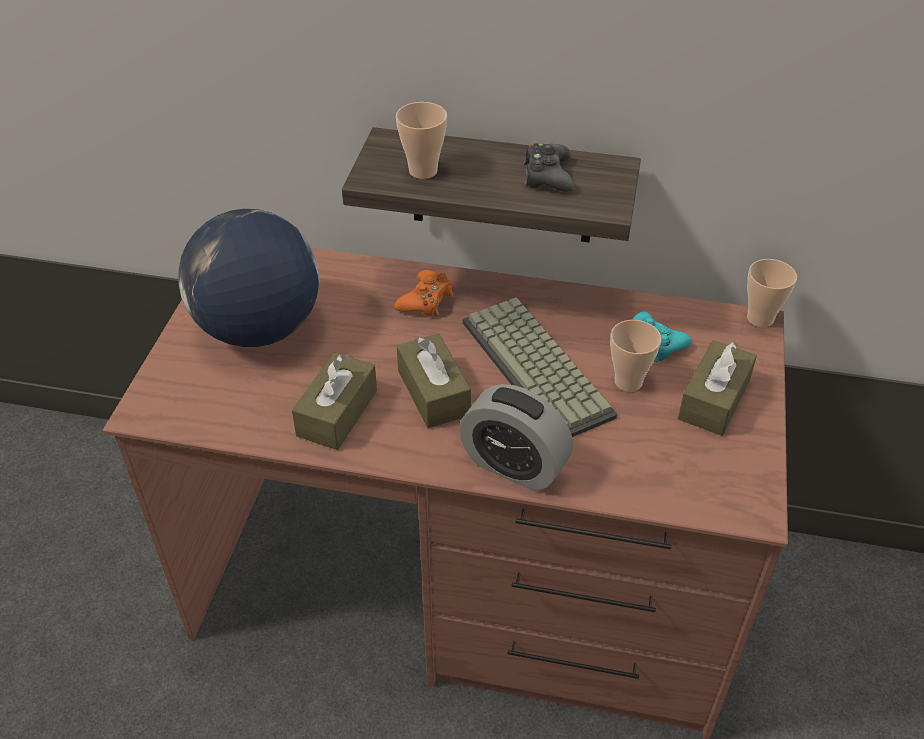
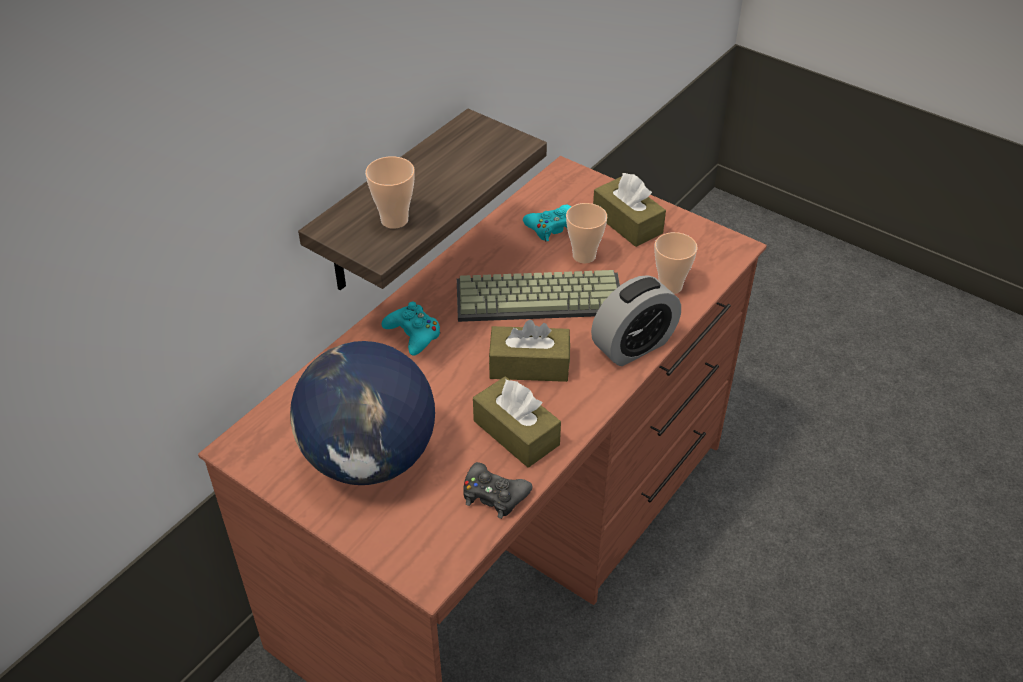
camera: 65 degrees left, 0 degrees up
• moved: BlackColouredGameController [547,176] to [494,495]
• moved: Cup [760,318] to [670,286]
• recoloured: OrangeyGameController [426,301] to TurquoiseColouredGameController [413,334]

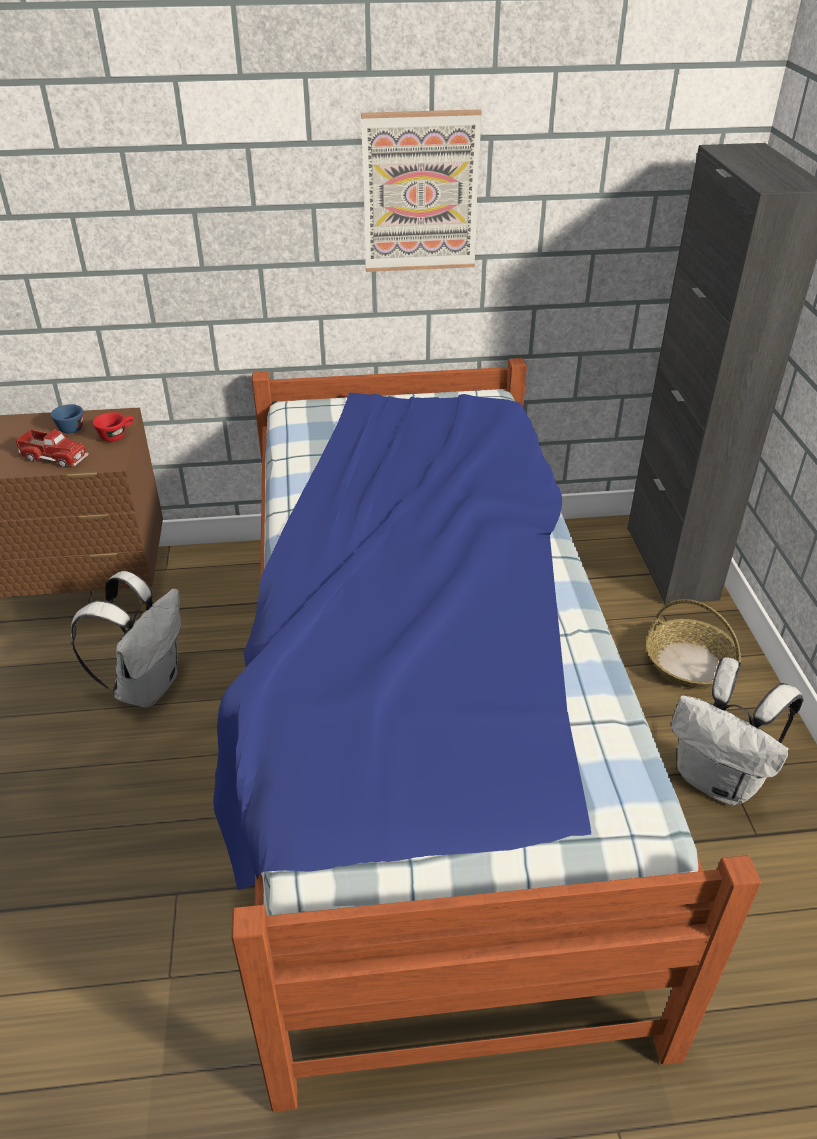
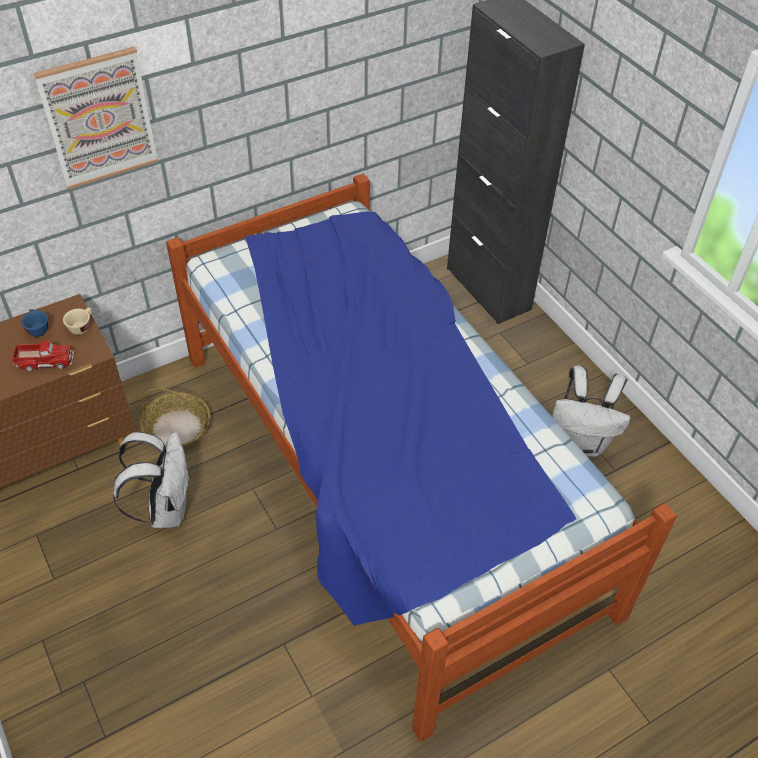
camera: 25 degrees left, 10 degrees up
• moved: WallPicture [420,192] to [99,118]
• moved: Basket [690,663] to [177,428]
• recoloured: ReddishCup [117,435] to BeigeCup [82,326]

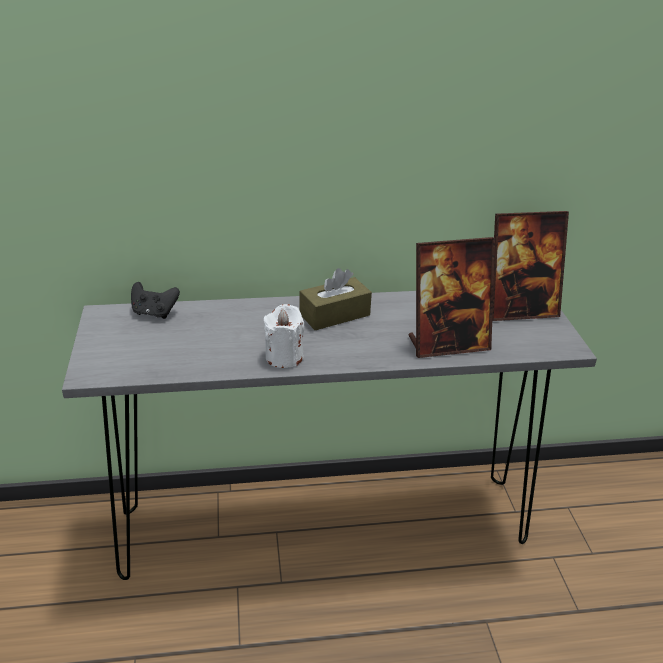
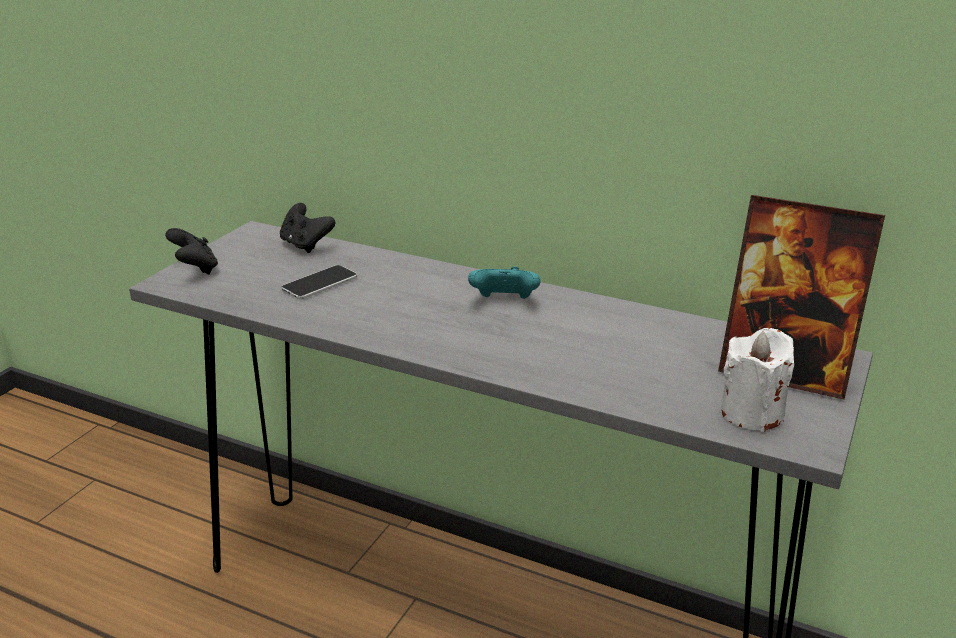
camera: 35 degrees right, 5 degrees down
• removed: PictureFrame [448,344]
• added: BlackColouredGameController [195,269]
• added: Telephone [320,283]
• moved: WhiteColouredWaxCandle [284,357] to [752,413]
• replaced: BrownishTissueBox [334,315] to TurquoiseColouredGameController [504,302]

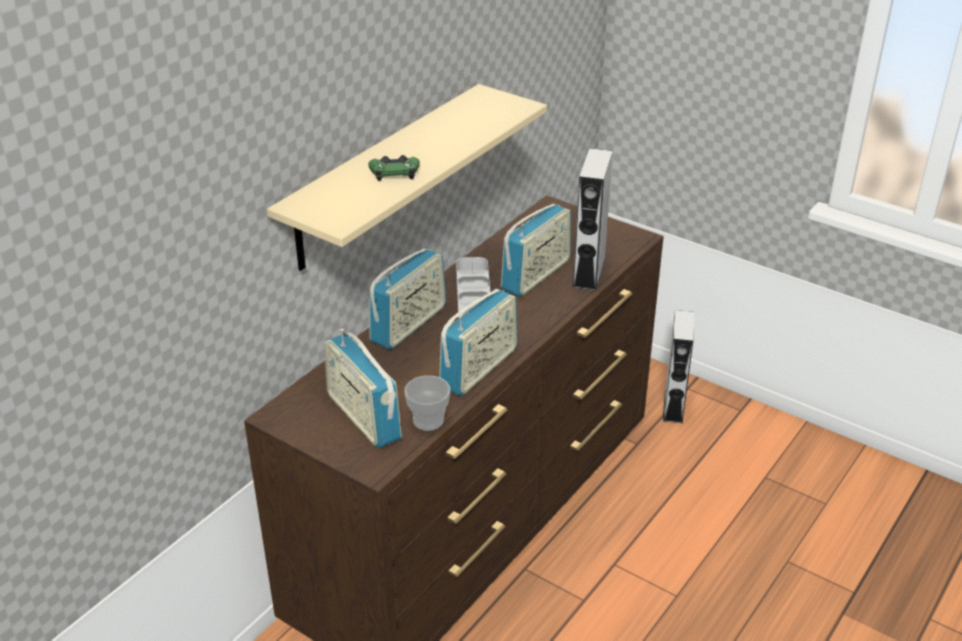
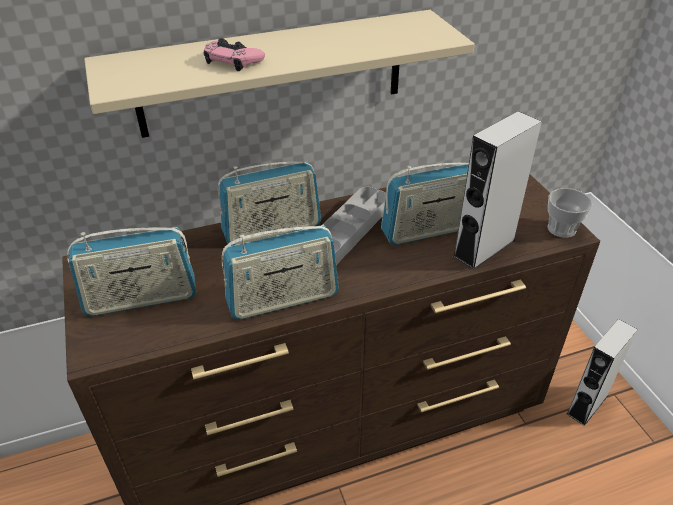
camera: 35 degrees right, 5 degrees up
• moved: Cup [428,420] to [561,229]
• recoloured: GreenishGameController [394,172] to PinkColouredGameController [233,61]
• turned: RadioReceiver [363,417] = [141,299] 105 degrees counterclockwise

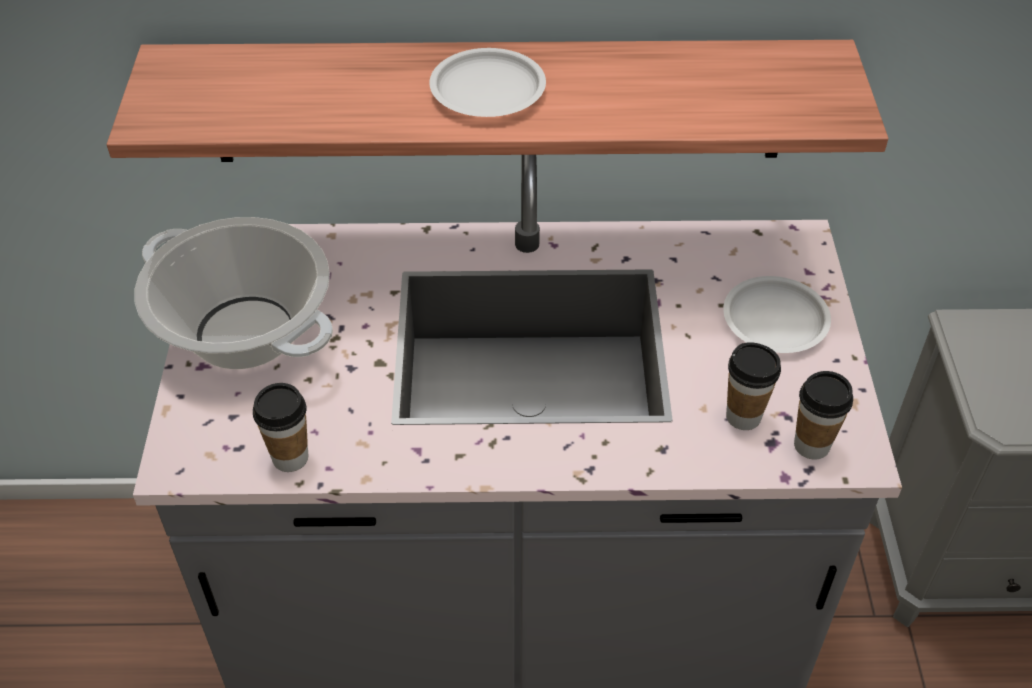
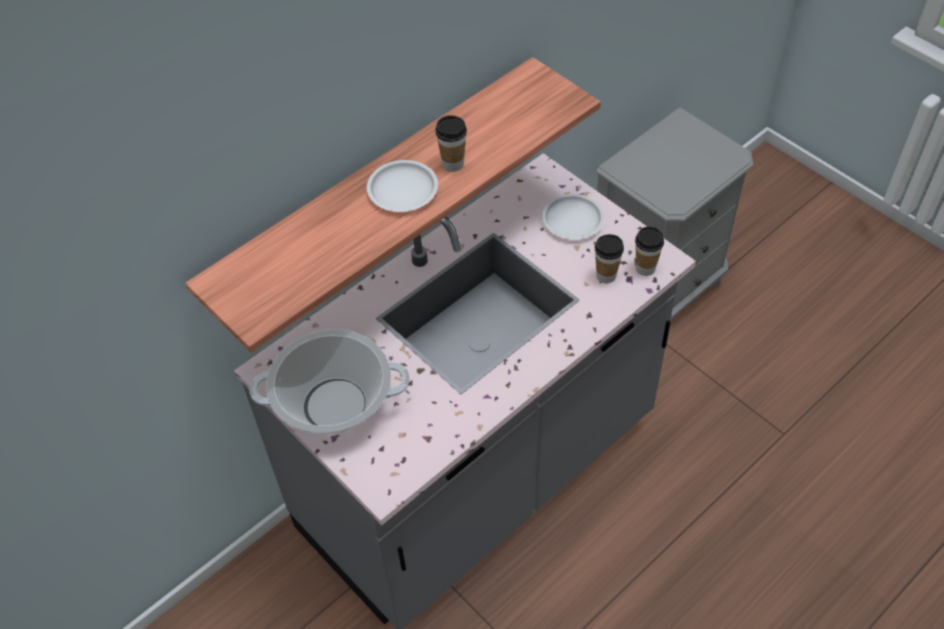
camera: 40 degrees left, 5 degrees up
• moved: Cup [290,457] to [453,164]

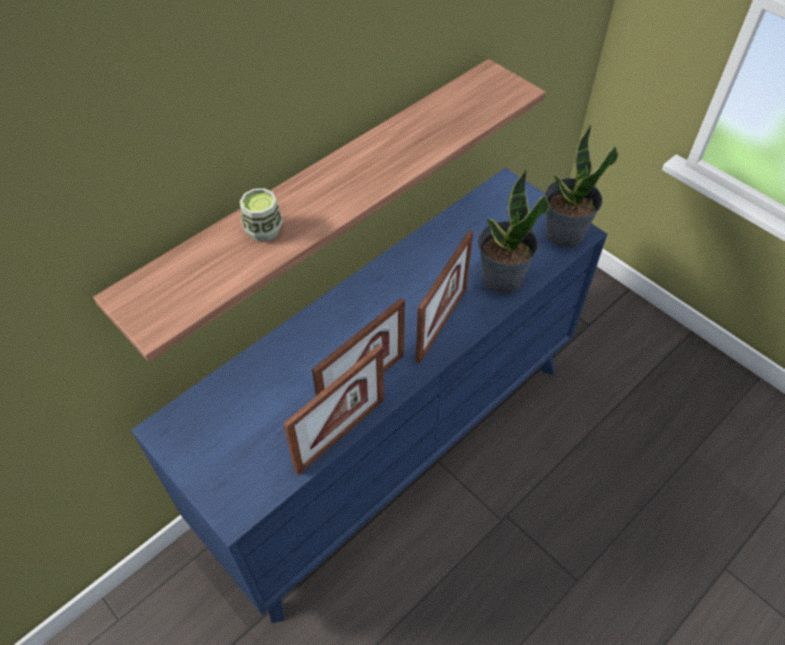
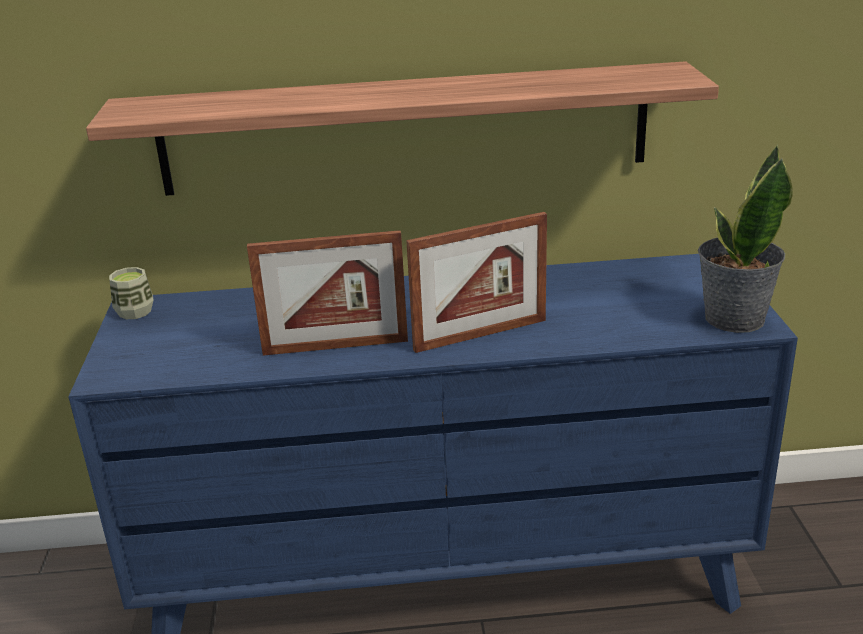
camera: 40 degrees right, 25 degrees down
• removed: PictureFrame [340,435]
• removed: Houseplant [501,277]
• moved: Cup [264,230] to [135,312]

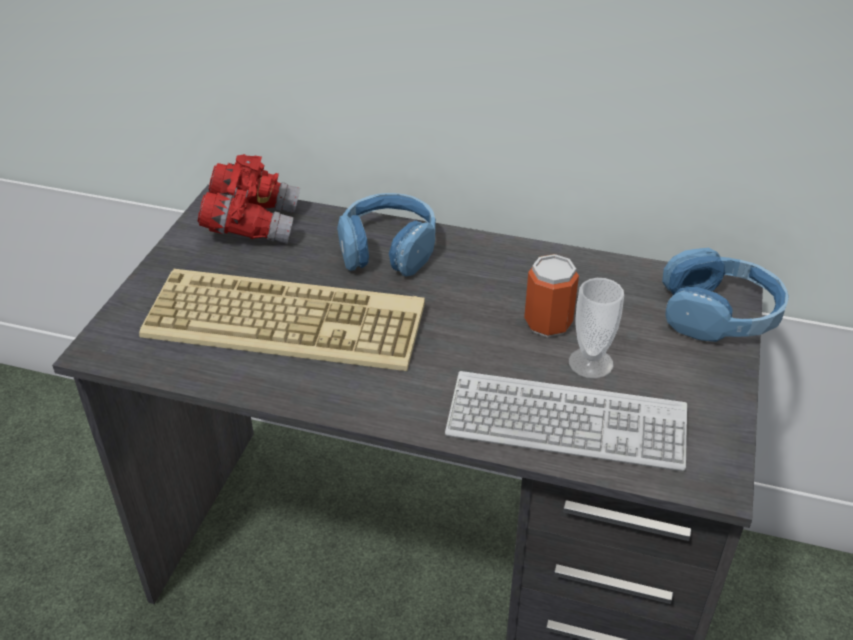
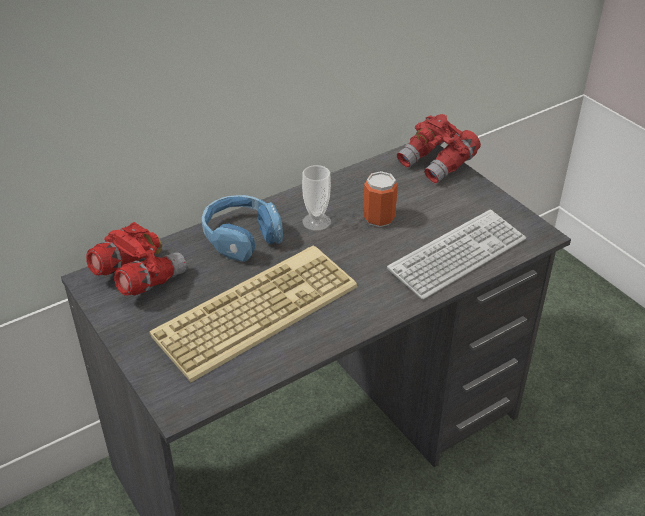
camera: 50 degrees left, 0 degrees up
• moved: Cup [590,363] to [316,222]
• replaced: BlueColouredHeadset [719,314] to ReddishPairOfBinoculars [437,164]

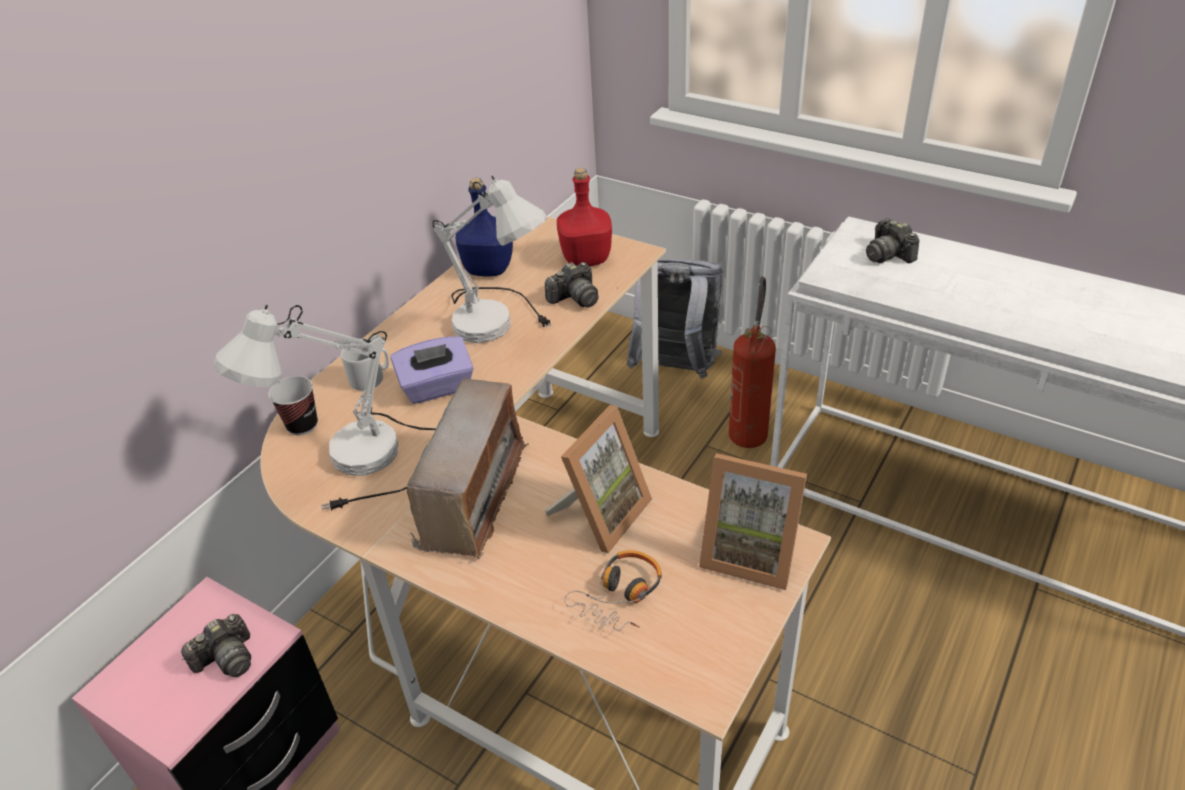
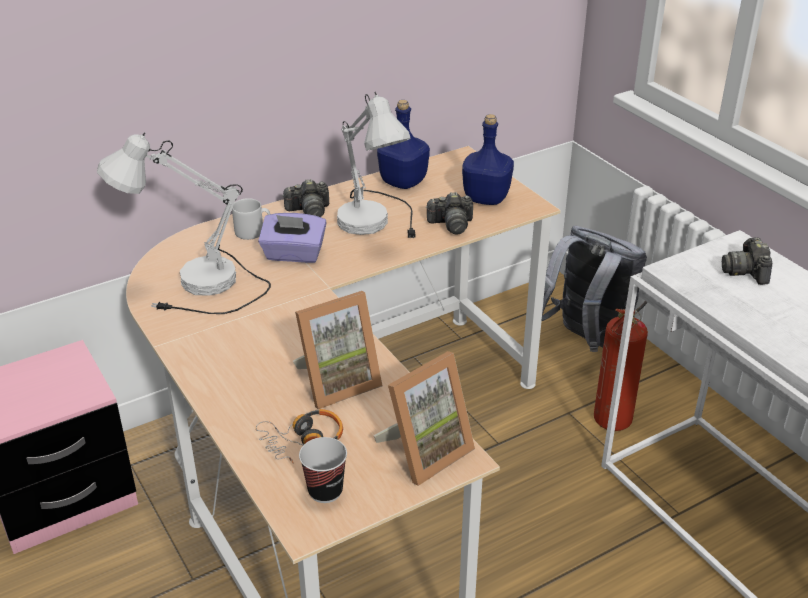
camera: 25 degrees right, 5 degrees down
• removed: RadioReceiver [474,495]
• moved: StillCamera [227,658] to [309,211]
• moved: Cup [302,425] to [325,491]
• recoloured: ReddishDrinkBottle [587,259] to BlueColouredDrinkBottle [487,198]
• turned: PictureFrame [750,552] = [424,451] 90 degrees counterclockwise

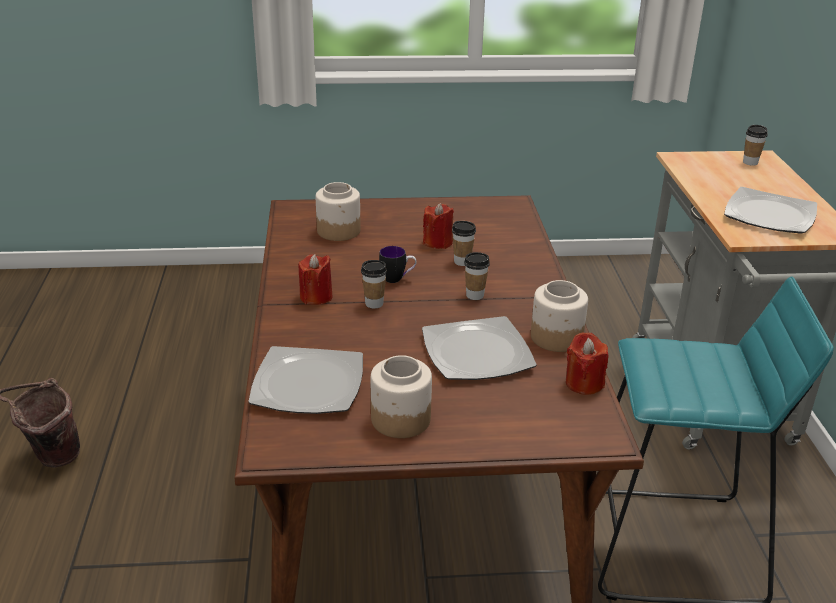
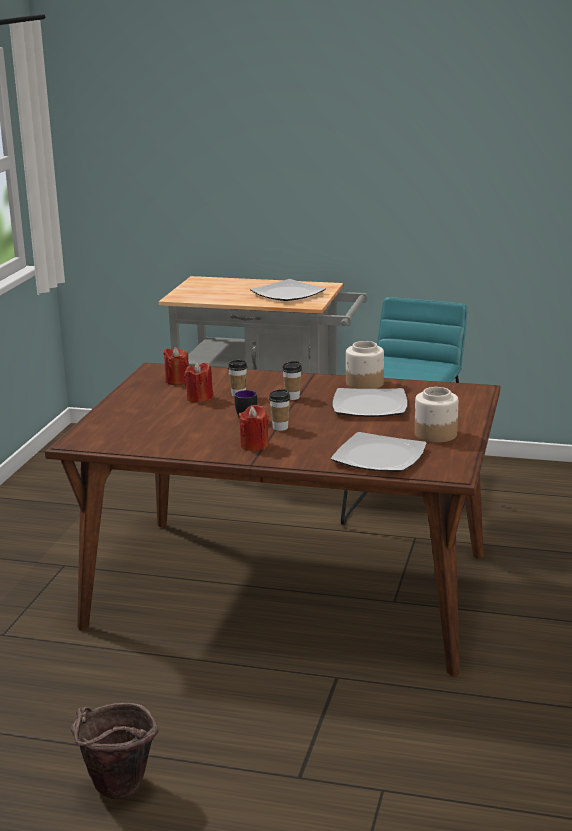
camera: 70 degrees left, 10 degrees down
• removed: Jar [339,231]
• removed: Cup [750,162]
• moved: ReddishWaxCandle [584,383] to [177,381]

